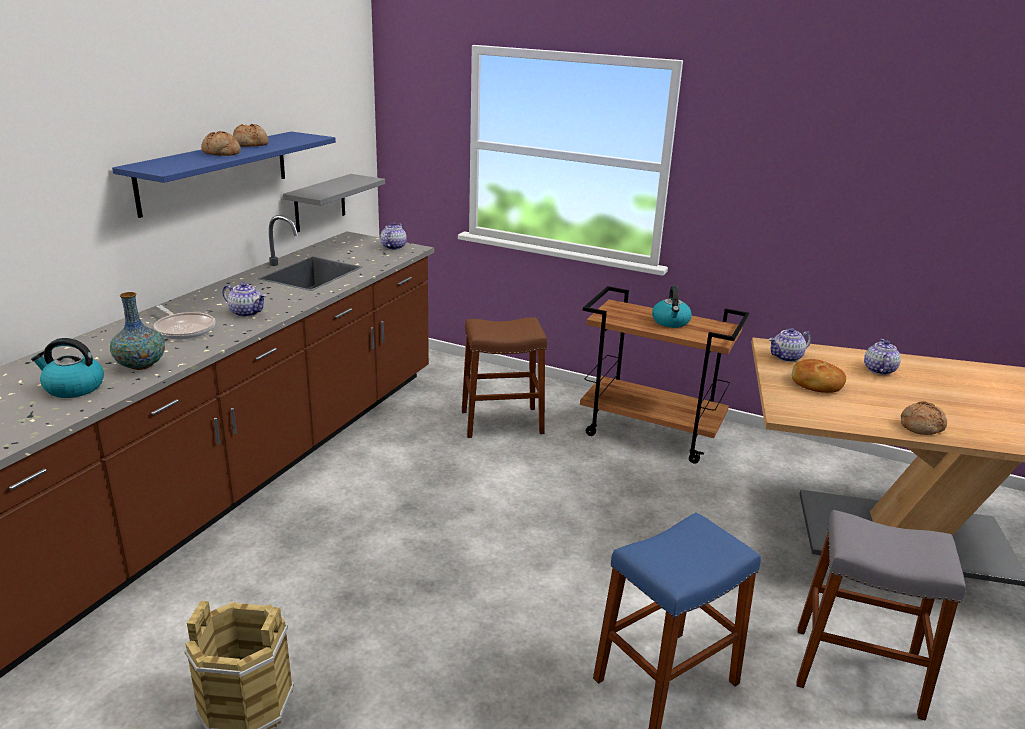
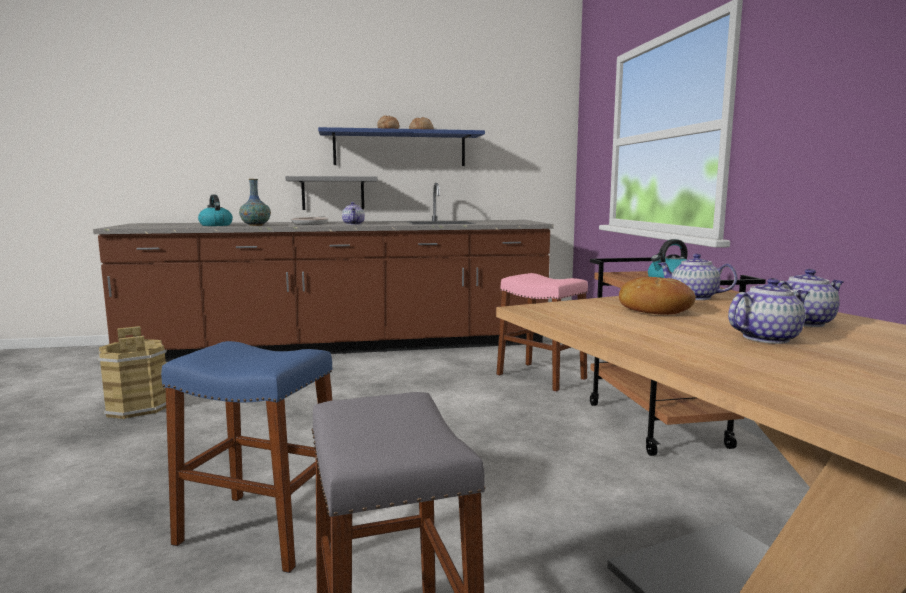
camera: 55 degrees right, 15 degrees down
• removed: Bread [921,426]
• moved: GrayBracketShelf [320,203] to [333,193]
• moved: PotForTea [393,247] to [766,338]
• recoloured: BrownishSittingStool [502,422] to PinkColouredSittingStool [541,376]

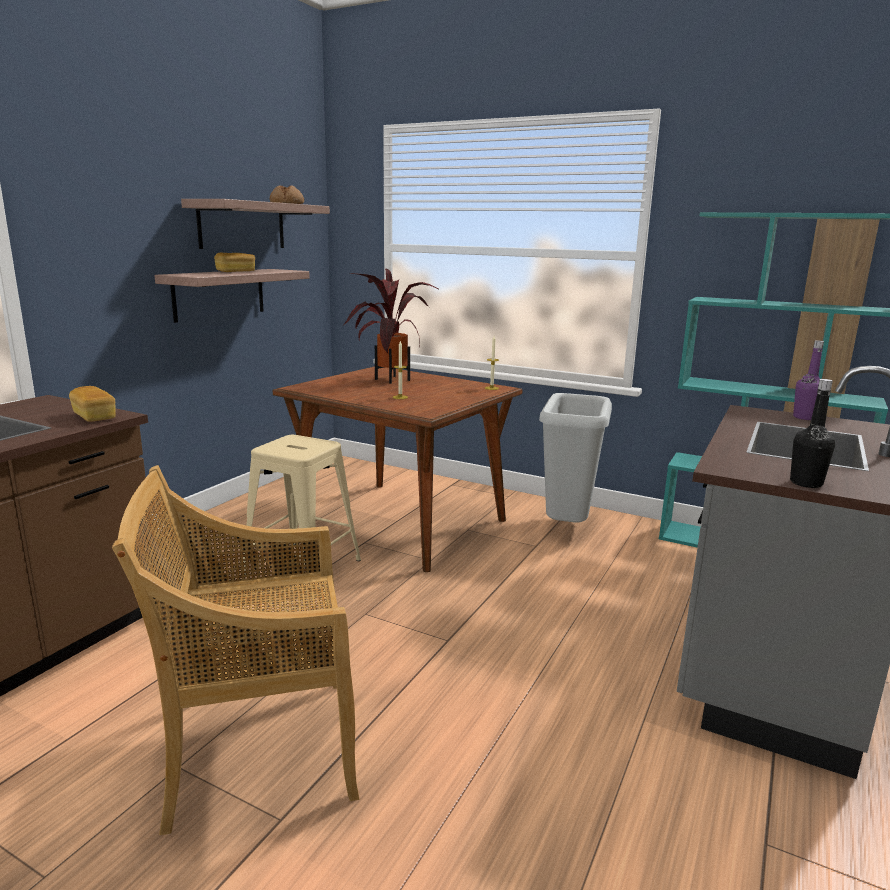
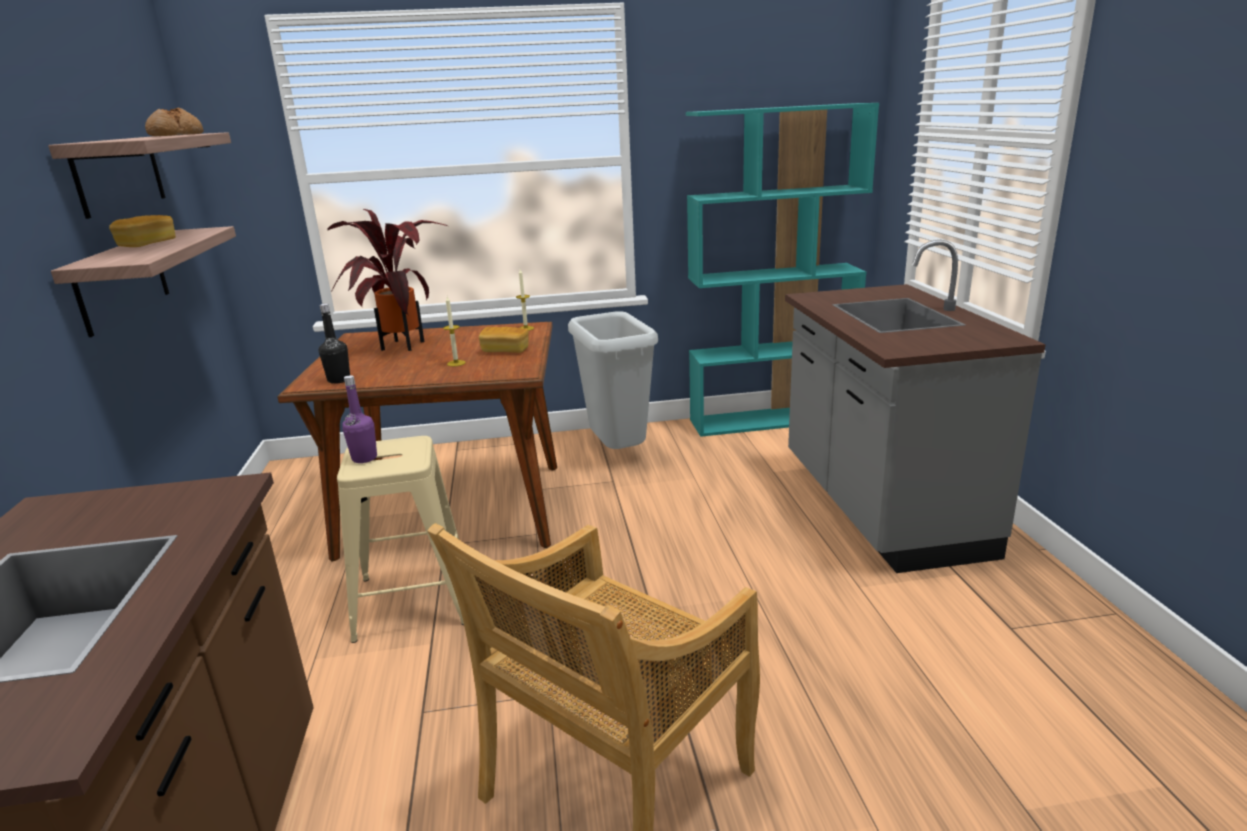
camera: 35 degrees left, 5 degrees up
• moved: Bread [94,417] to [505,351]
• moved: BlackColouredDrinkBottle [806,483] to [339,380]
• moved: PurplishDrinkBottle [805,417] to [364,458]

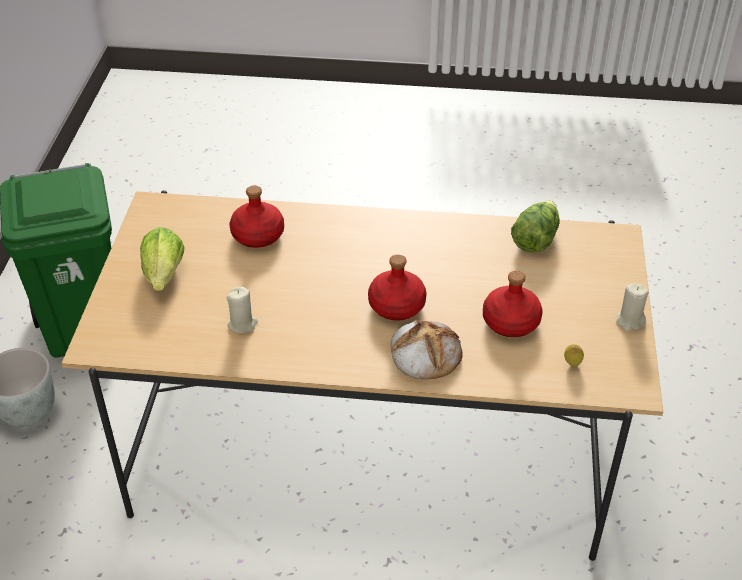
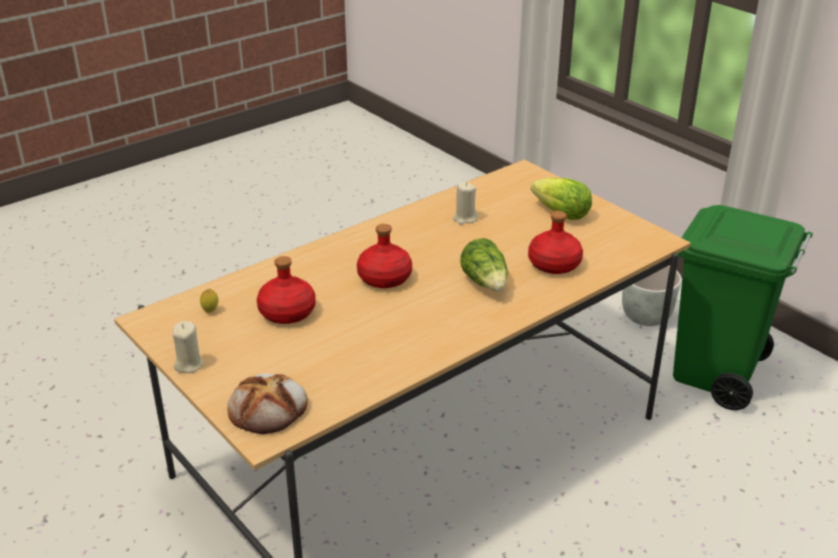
camera: 135 degrees right, 10 degrees down
• moved: Bread [424,353] to [268,408]
• moved: LettuceHead [535,238] to [486,283]

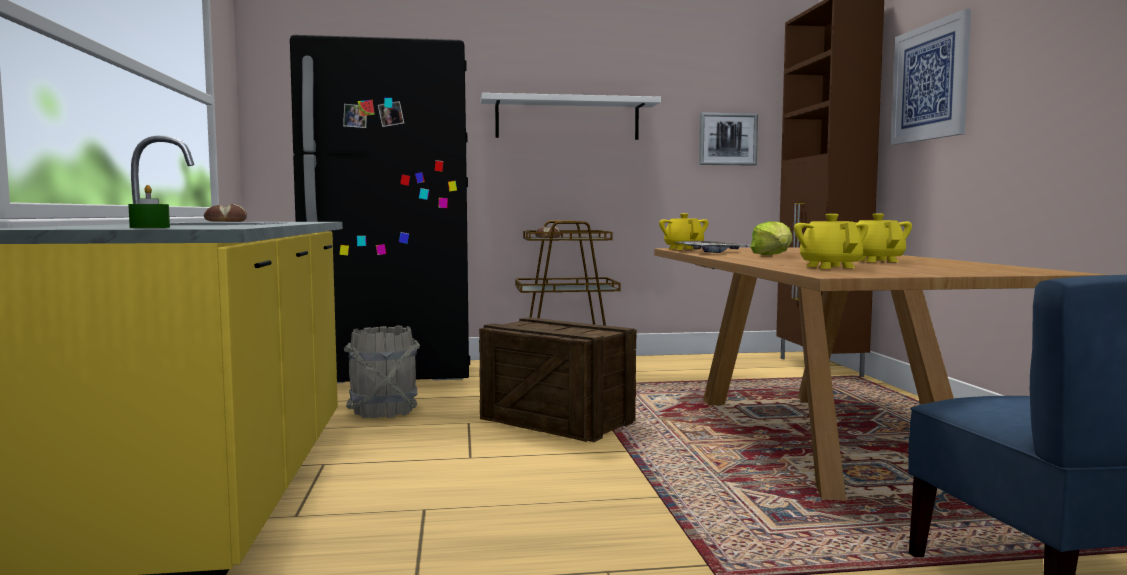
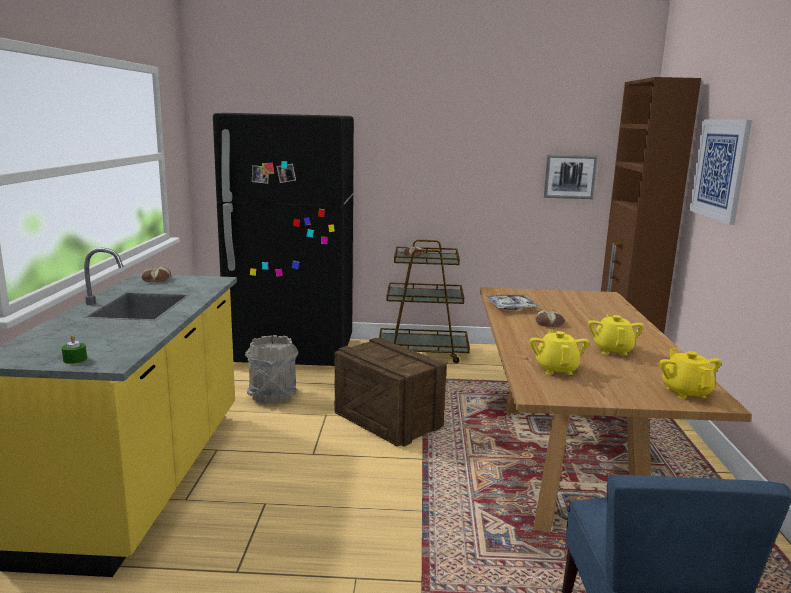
camera: 10 degrees right, 10 degrees up
• removed: WhiteColouredBracketShelf [567,119]
• moved: YellowColouredPotForTea [683,249] to [685,392]
• replaced: LettuceHead [773,255] to Bread [549,323]

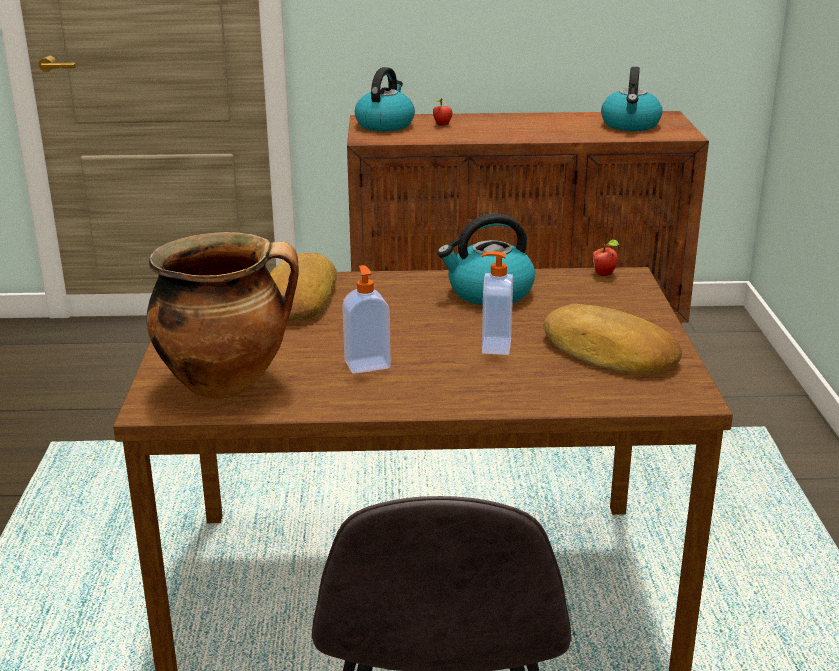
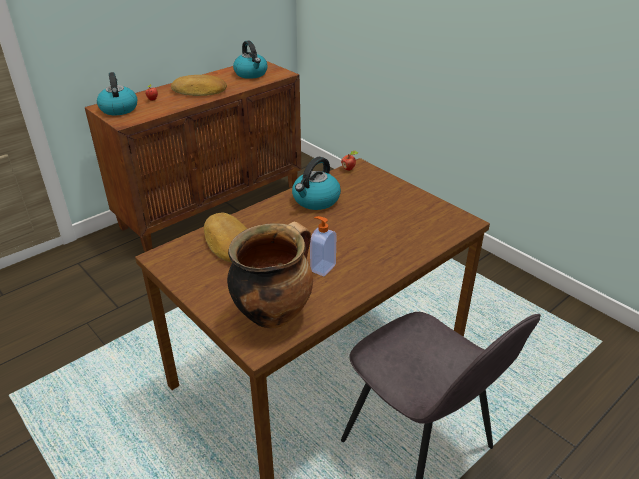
camera: 40 degrees left, 10 degrees up
• removed: SoapDispenser [495,346]
• moved: Bread [608,352] to [200,91]

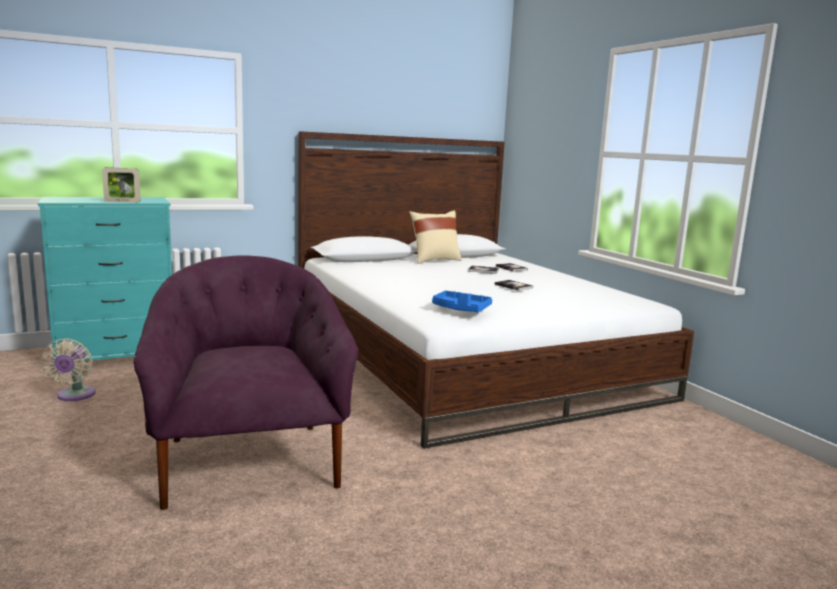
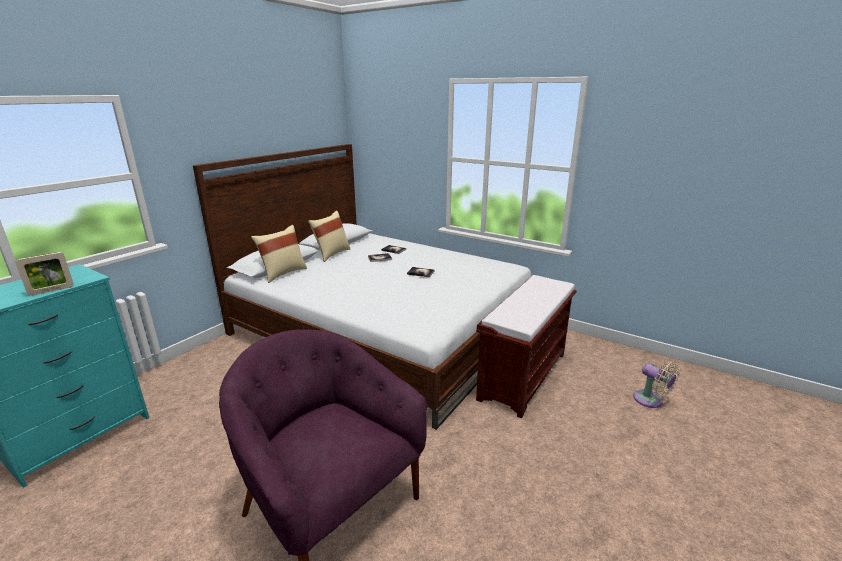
camera: 30 degrees left, 10 degrees up
• removed: BlueColouredCarryingTray [460,309]
• added: BeigeThrowPillow [283,273]
• added: BrownishLongSeat [523,375]
• moved: BeigeElectricFan [74,396] to [651,401]

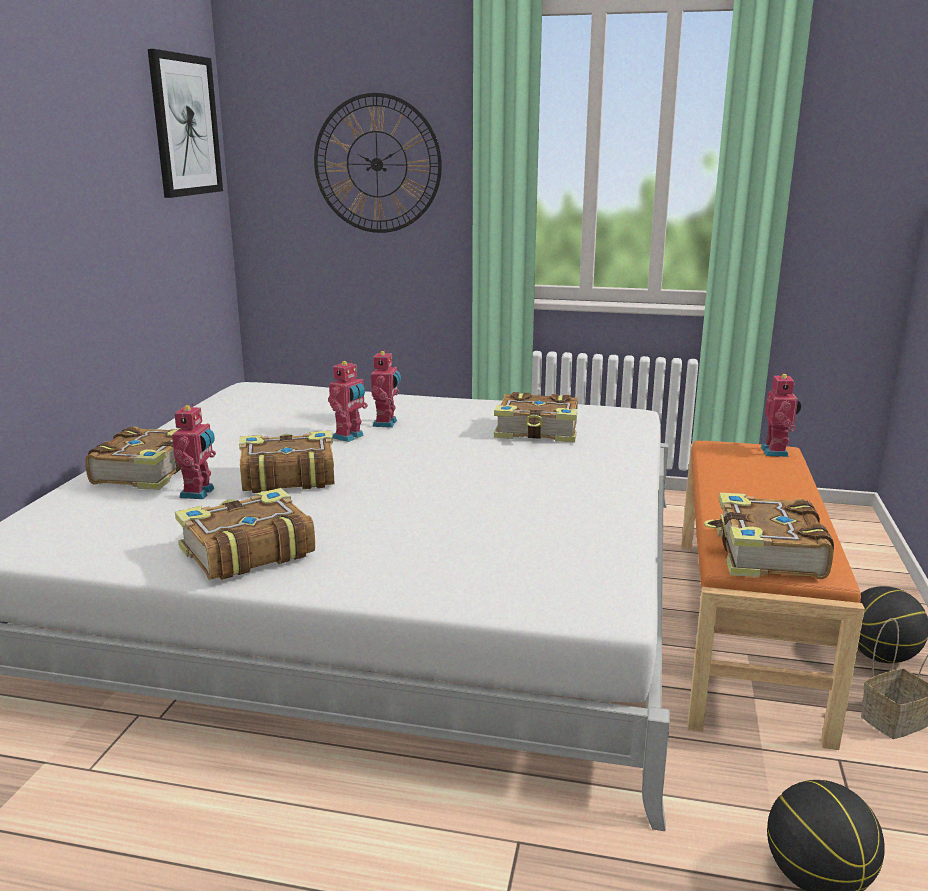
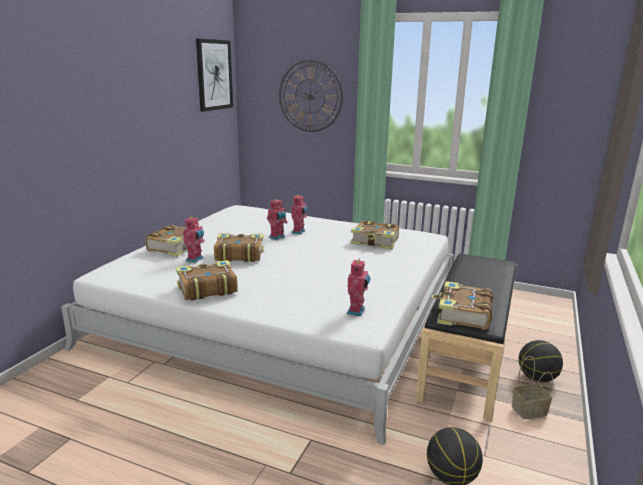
camera: 10 degrees right, 0 degrees up
• moved: RobotFigure [776,452] to [357,311]
• recoloured: OrangeyLongSeat [742,627] to BlackColouredLongSeat [466,355]

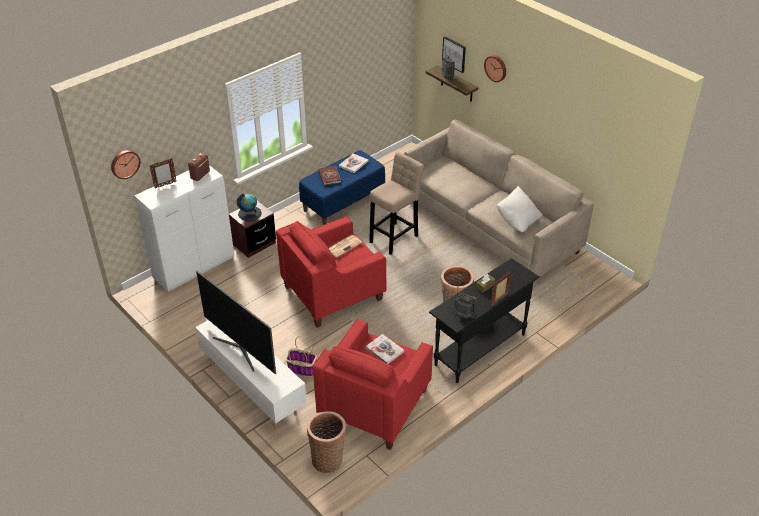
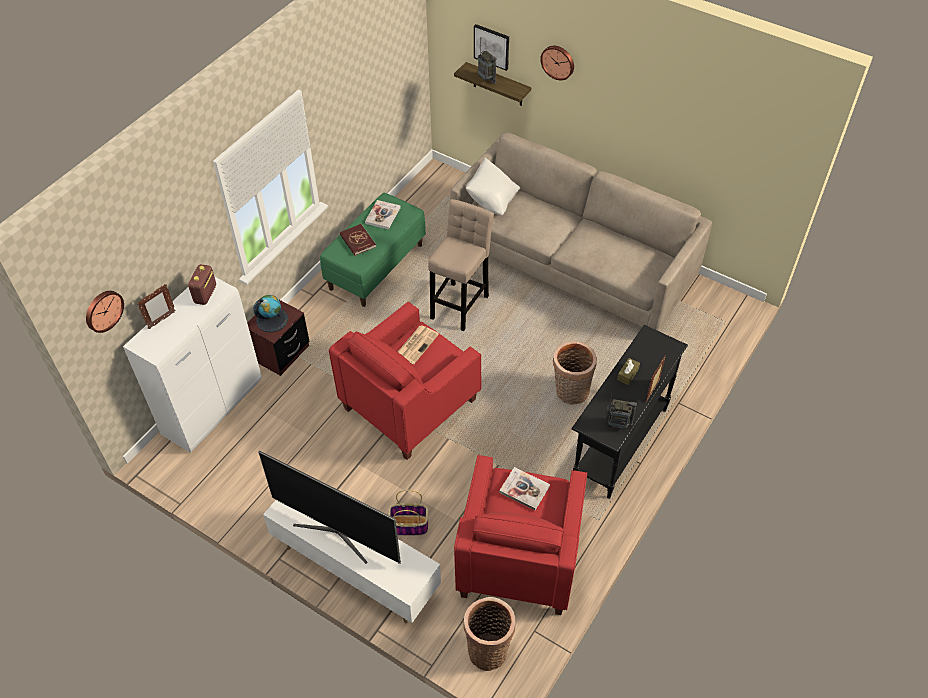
camera: 15 degrees left, 10 degrees up
• moved: WhiteColouredThrowPillow [517,221] to [492,200]
• recoloured: BlueColouredLongSeat [343,202] to GreenishLongSeat [376,266]

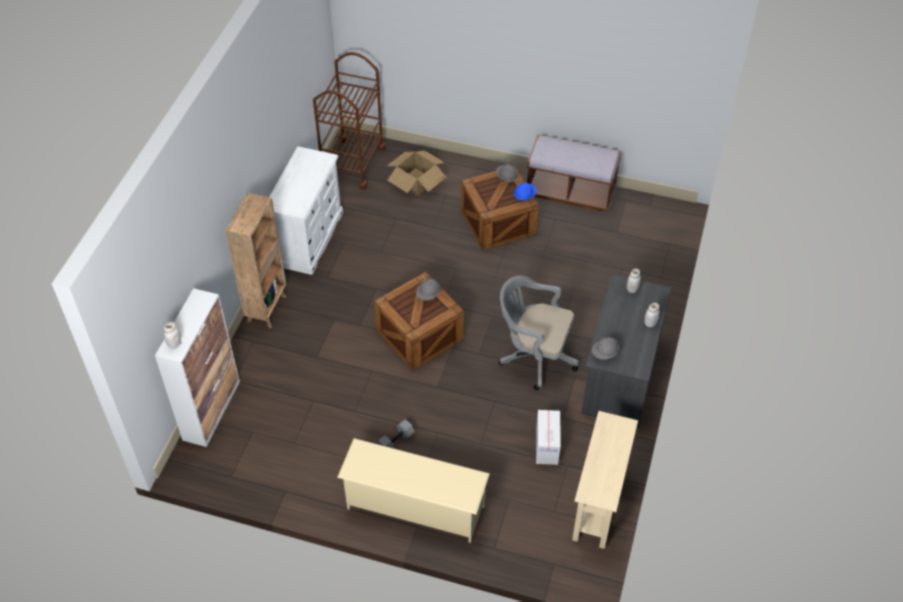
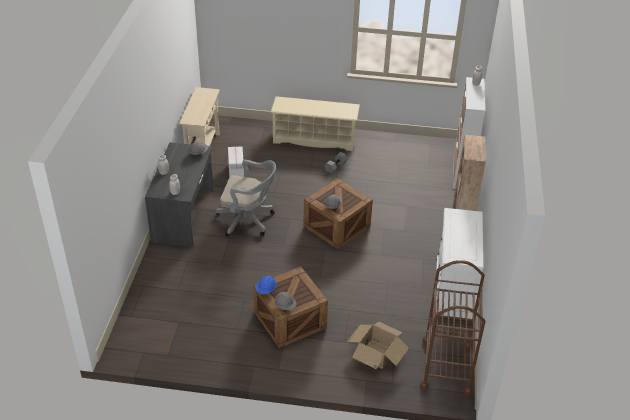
camera: 170 degrees right, 10 degrees down
• removed: BrownishLongSeat [570,192]

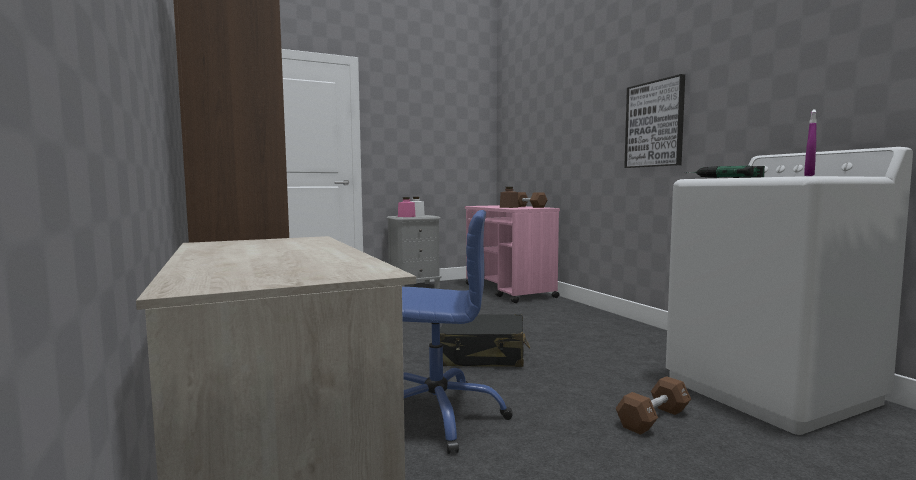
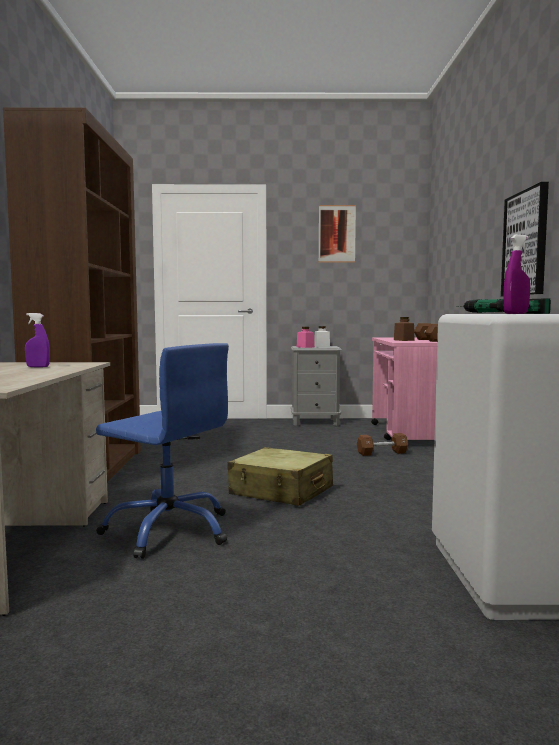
camera: 25 degrees right, 0 degrees up
• added: PurplishSprayBottle [38,367]
• added: WallPicture [337,234]
• moved: BrownishHandWeight [653,418] to [382,453]
• recoloured: BlackColouredSuitcase [483,356] to BeigeSuitcase [281,491]

